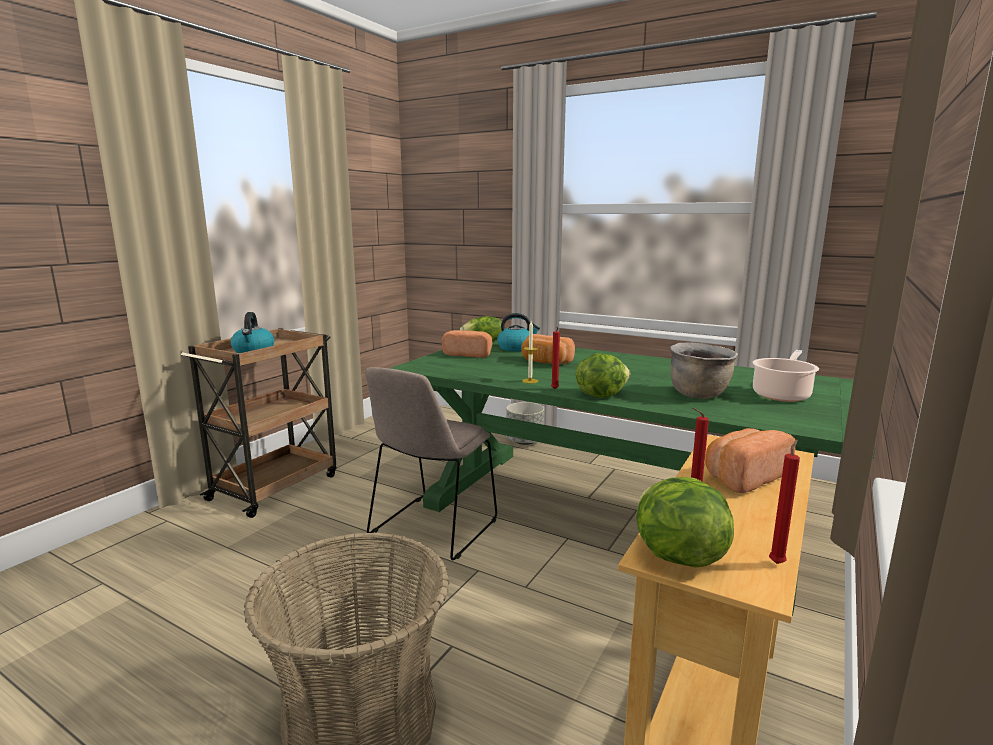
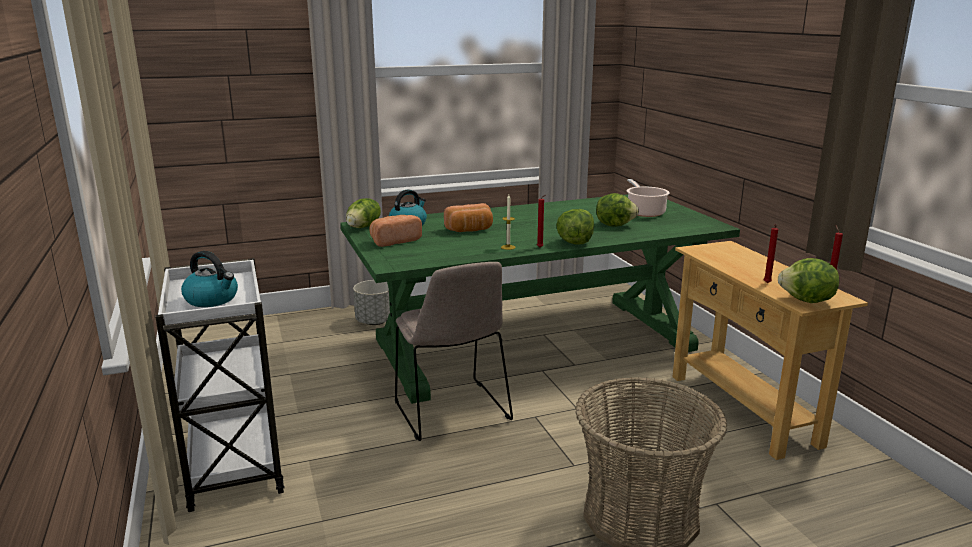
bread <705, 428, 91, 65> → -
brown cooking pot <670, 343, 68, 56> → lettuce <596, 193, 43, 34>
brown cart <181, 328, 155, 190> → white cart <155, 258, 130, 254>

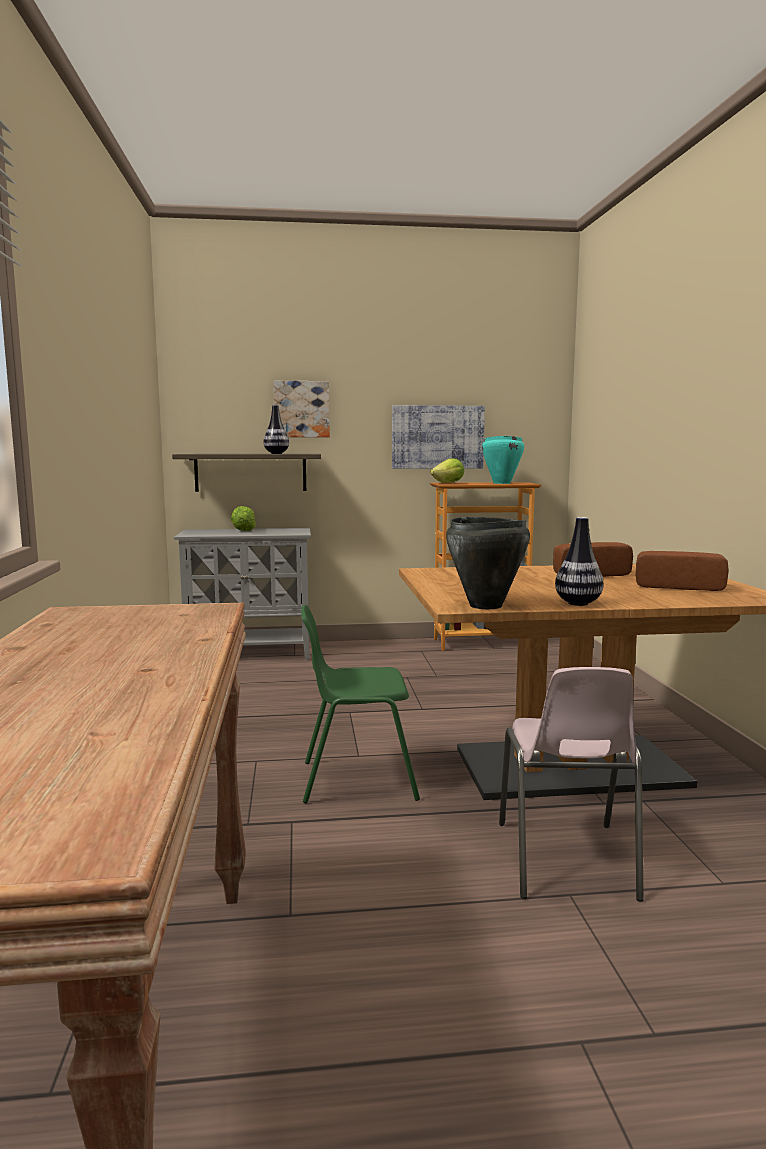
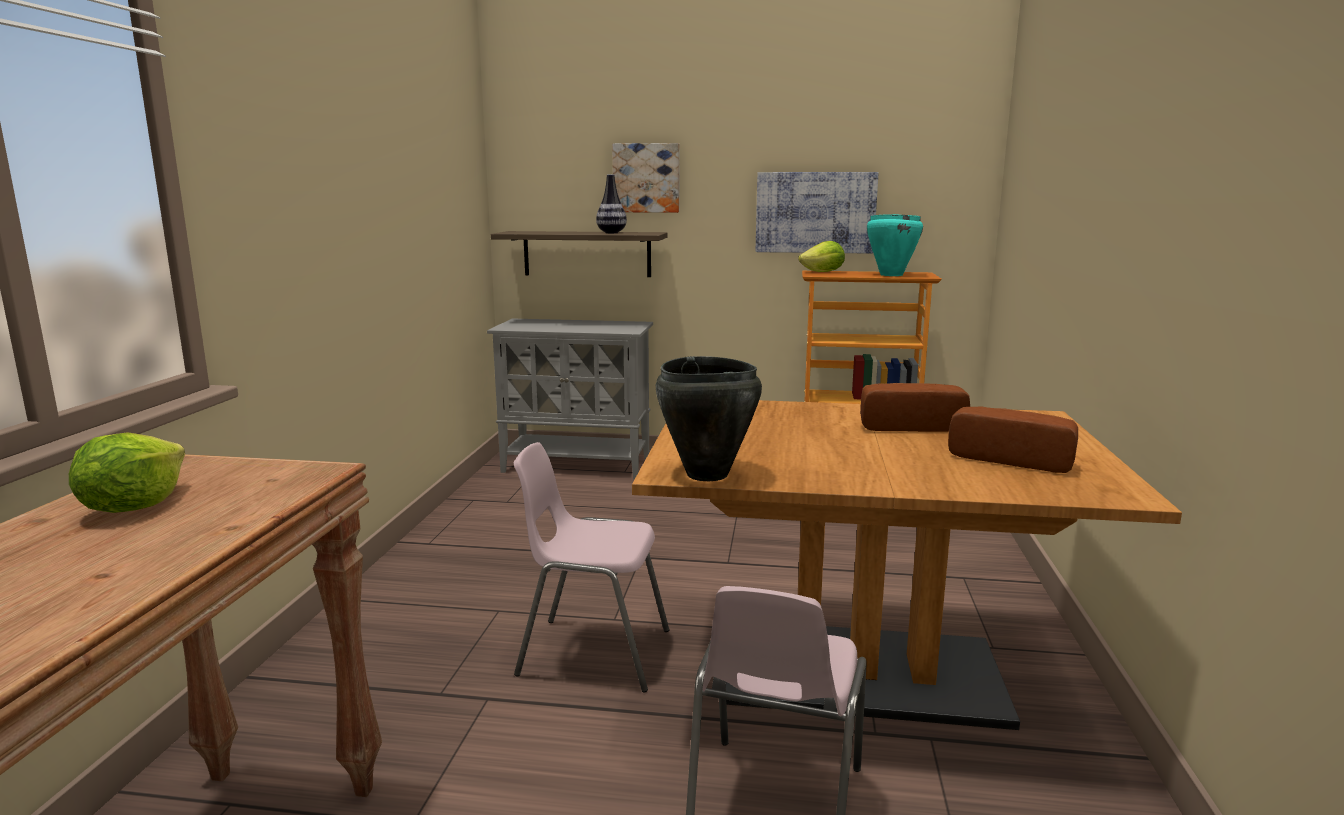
vase <555, 517, 48, 89> → -
lettuce <231, 506, 25, 25> → lettuce <69, 432, 116, 81>, move
green chair <301, 605, 119, 198> → pink chair <514, 442, 155, 251>

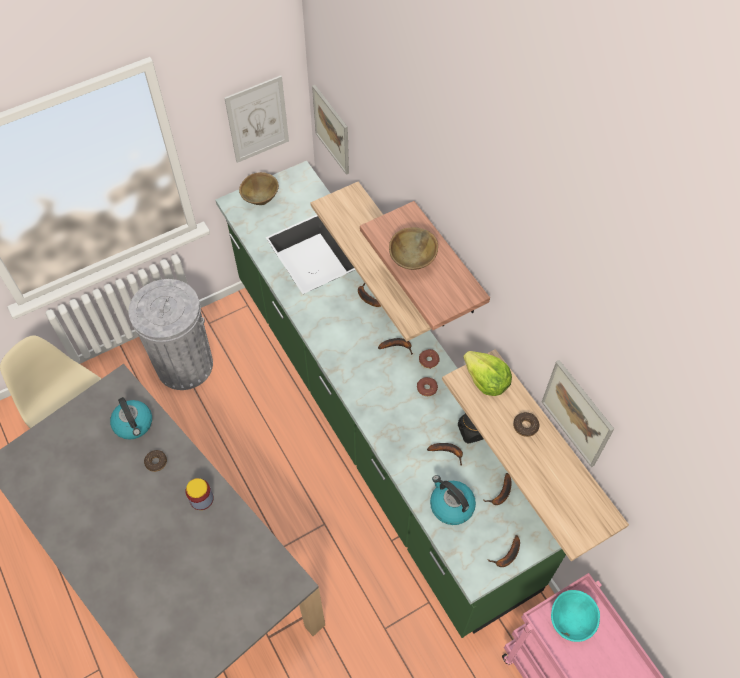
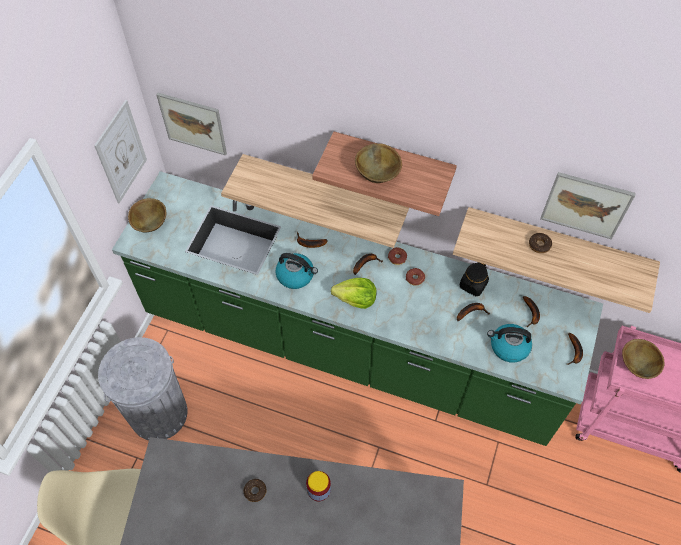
kettle <110, 397, 42, 43> → kettle <276, 253, 42, 36>, move
lettuce <463, 351, 49, 45> → lettuce <331, 278, 46, 31>, move
turquoise bowl <551, 590, 49, 52> → brown bowl <622, 339, 43, 40>

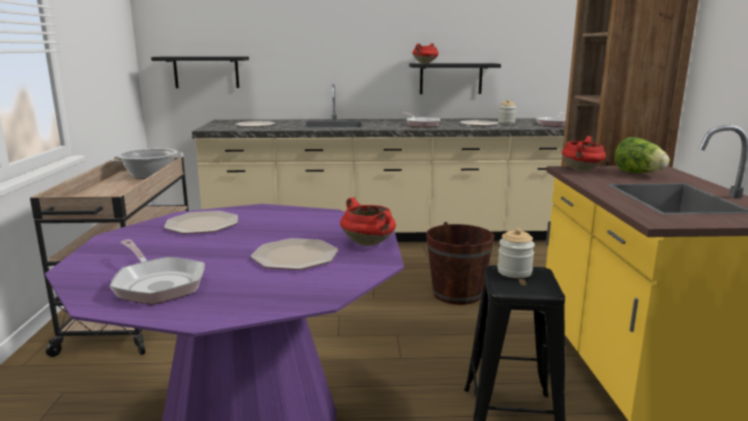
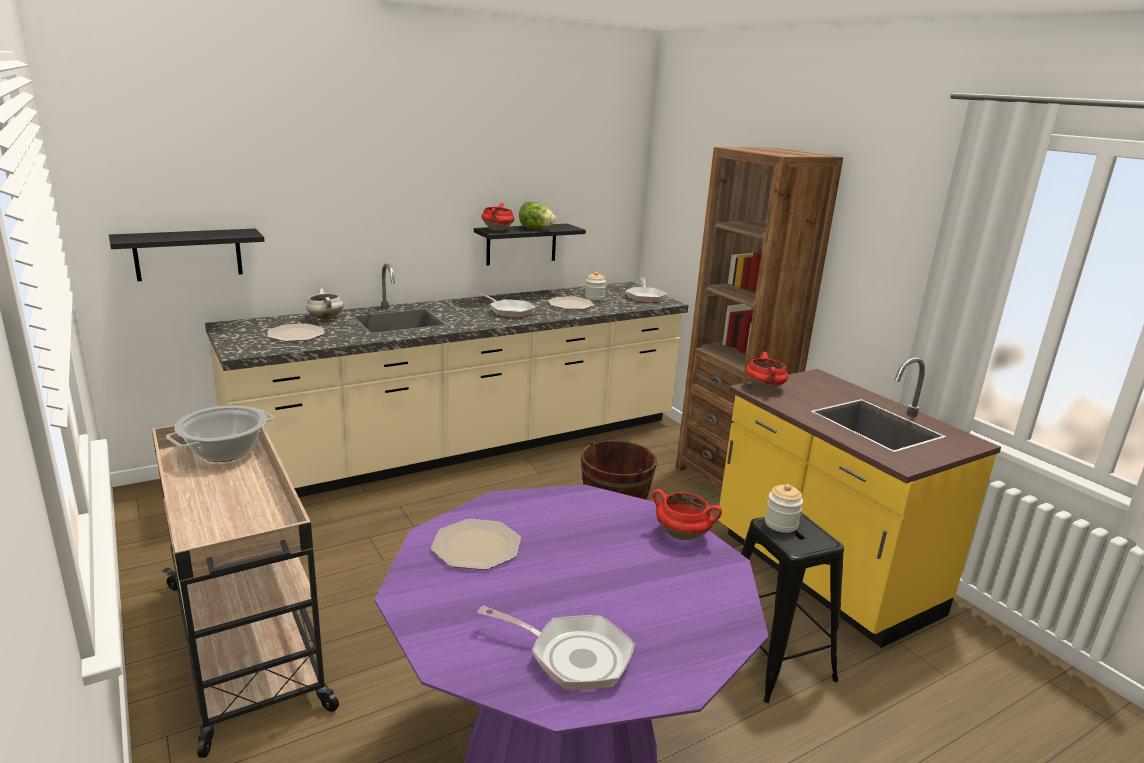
plate <251, 238, 87, 32> → -
- → white cooking pot <306, 288, 38, 32>
lettuce <615, 137, 54, 36> → lettuce <519, 201, 37, 28>, move

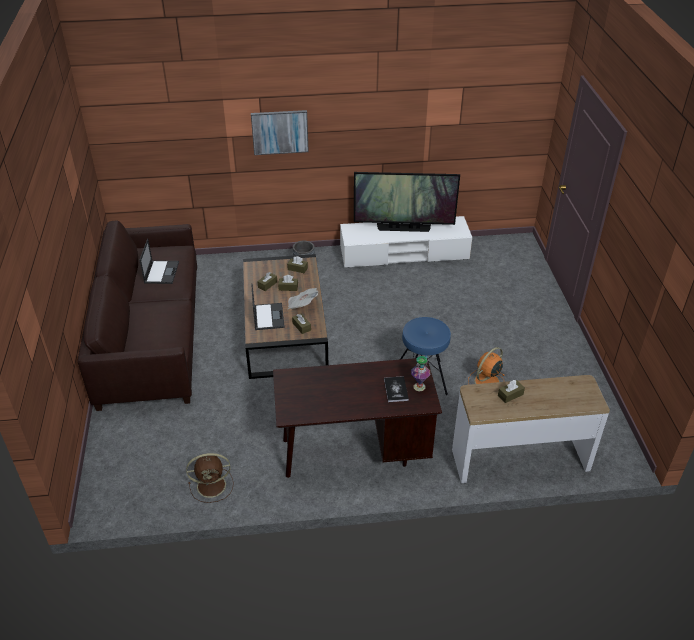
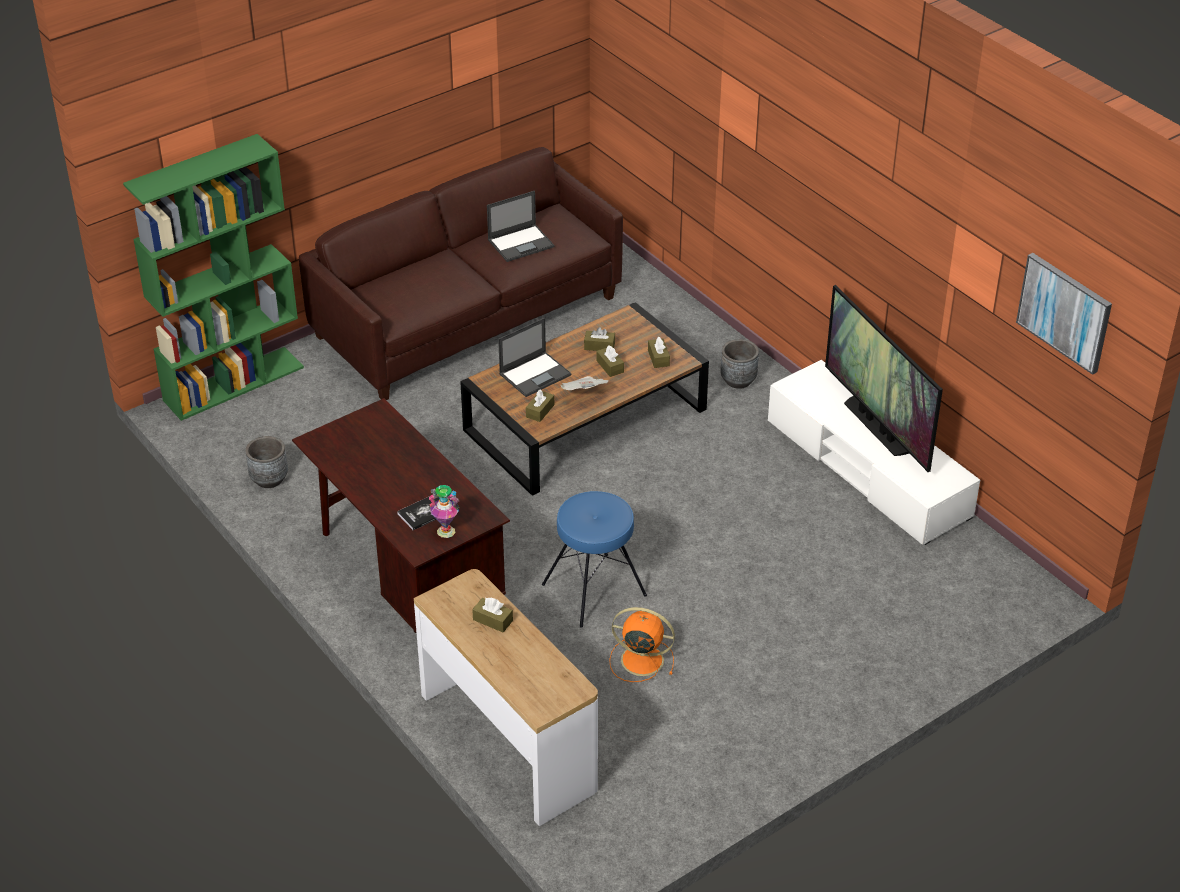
- → green bookcase <123, 134, 181, 287>
picture <251, 110, 58, 45> → picture <1016, 253, 96, 122>, move
brown fan <186, 453, 48, 50> → grey planter <245, 436, 43, 52>

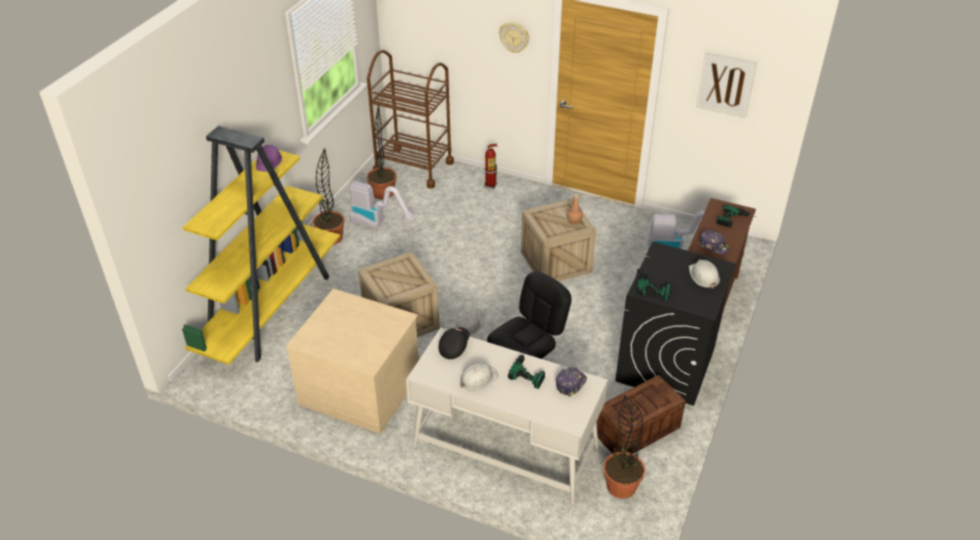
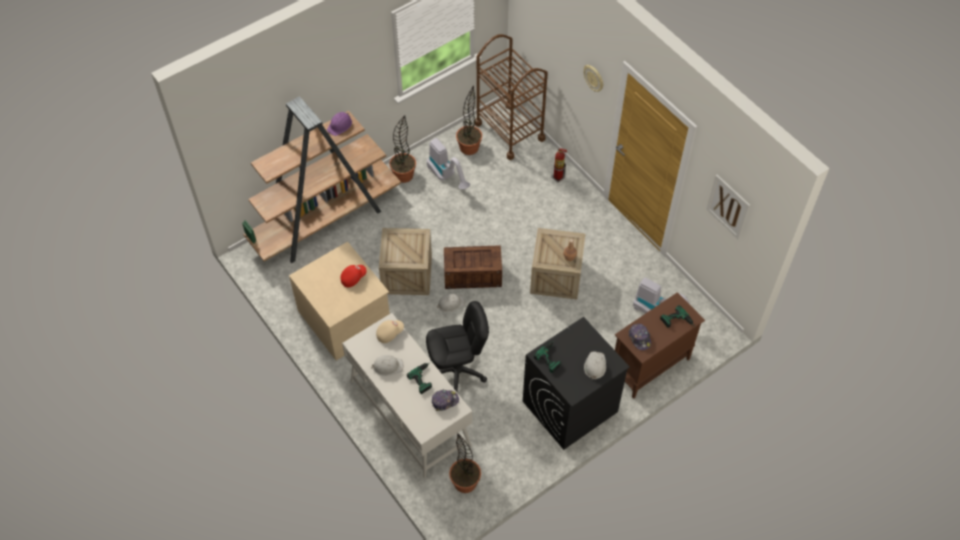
- → red cap <340, 265, 27, 22>
crate <596, 375, 90, 79> → crate <444, 245, 58, 44>, move
yellow bookcase <182, 126, 158, 239> → brown bookcase <242, 96, 159, 167>
black cap <439, 327, 31, 32> → beige cap <376, 320, 28, 23>

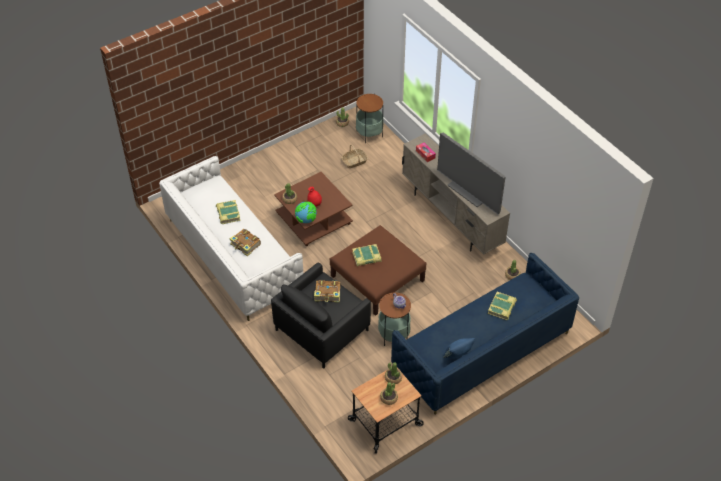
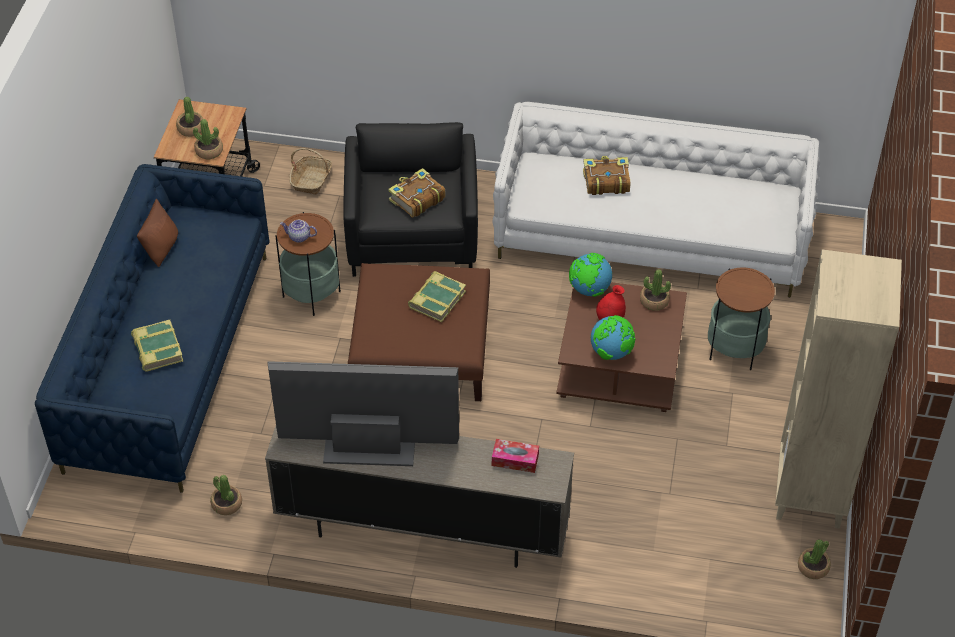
book <216, 200, 25, 24> → -
- → globe <591, 315, 44, 45>
- → beige bookcase <775, 249, 127, 280>
basket <341, 145, 27, 23> → basket <289, 148, 43, 47>, move
side table <356, 94, 28, 49> → side table <708, 268, 67, 102>, move
blue pillow <443, 338, 32, 21> → brown pillow <137, 199, 41, 68>

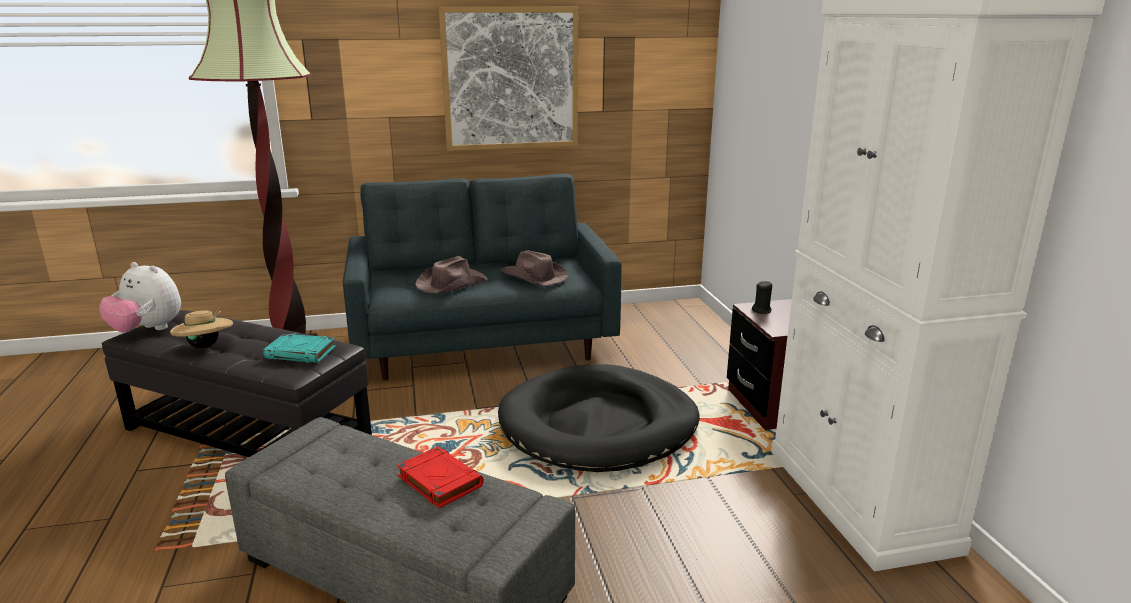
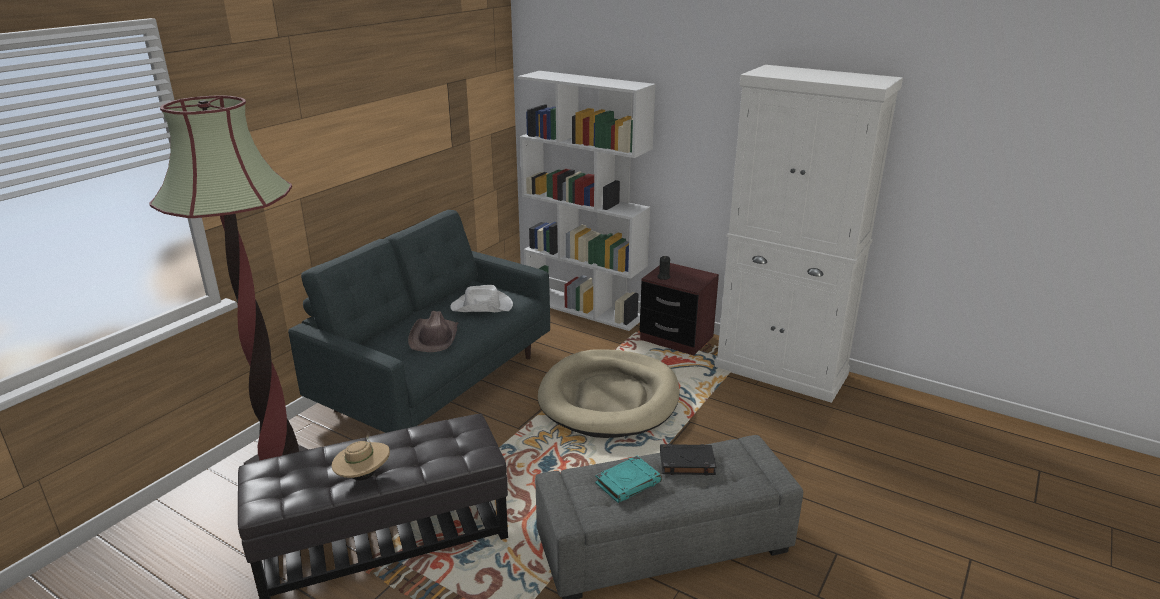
plush toy <99, 262, 82, 70> → -
picture <439, 7, 139, 144> → -
- → white bookcase <518, 71, 138, 260>
turquoise book <263, 334, 73, 29> → turquoise book <595, 456, 67, 47>, move
red book <397, 446, 87, 62> → black book <660, 444, 56, 31>
black dog bed <498, 364, 202, 108> → beige dog bed <538, 349, 141, 89>
brown hat <500, 251, 68, 35> → white hat <450, 285, 63, 27>

